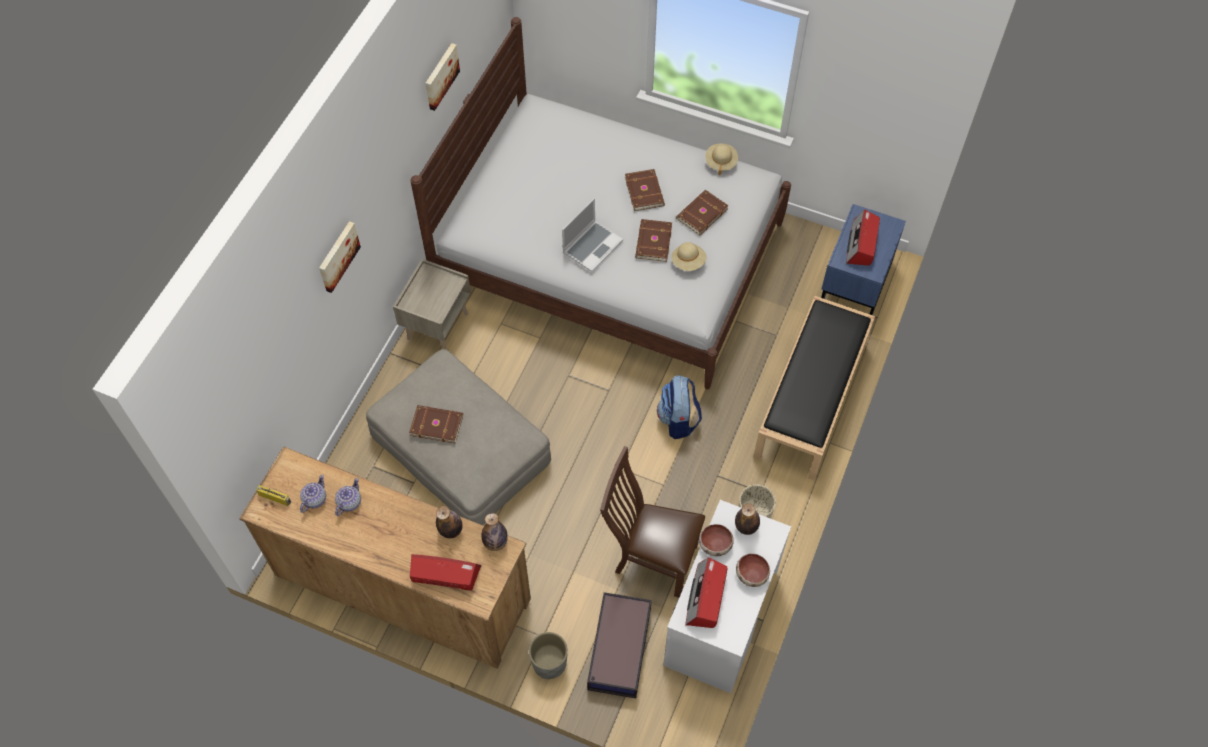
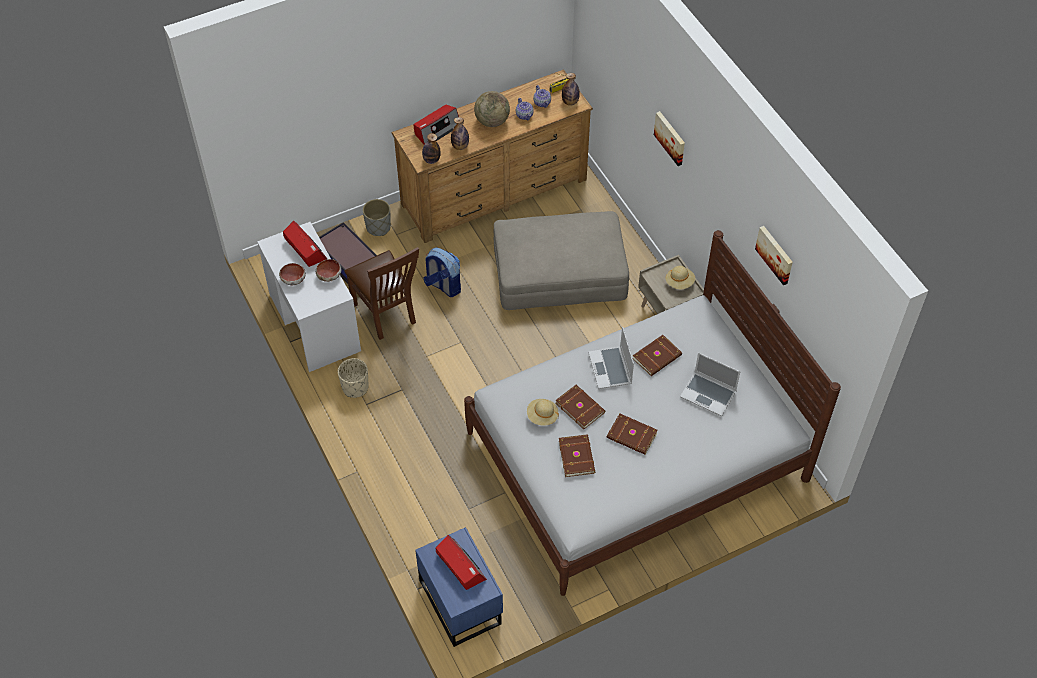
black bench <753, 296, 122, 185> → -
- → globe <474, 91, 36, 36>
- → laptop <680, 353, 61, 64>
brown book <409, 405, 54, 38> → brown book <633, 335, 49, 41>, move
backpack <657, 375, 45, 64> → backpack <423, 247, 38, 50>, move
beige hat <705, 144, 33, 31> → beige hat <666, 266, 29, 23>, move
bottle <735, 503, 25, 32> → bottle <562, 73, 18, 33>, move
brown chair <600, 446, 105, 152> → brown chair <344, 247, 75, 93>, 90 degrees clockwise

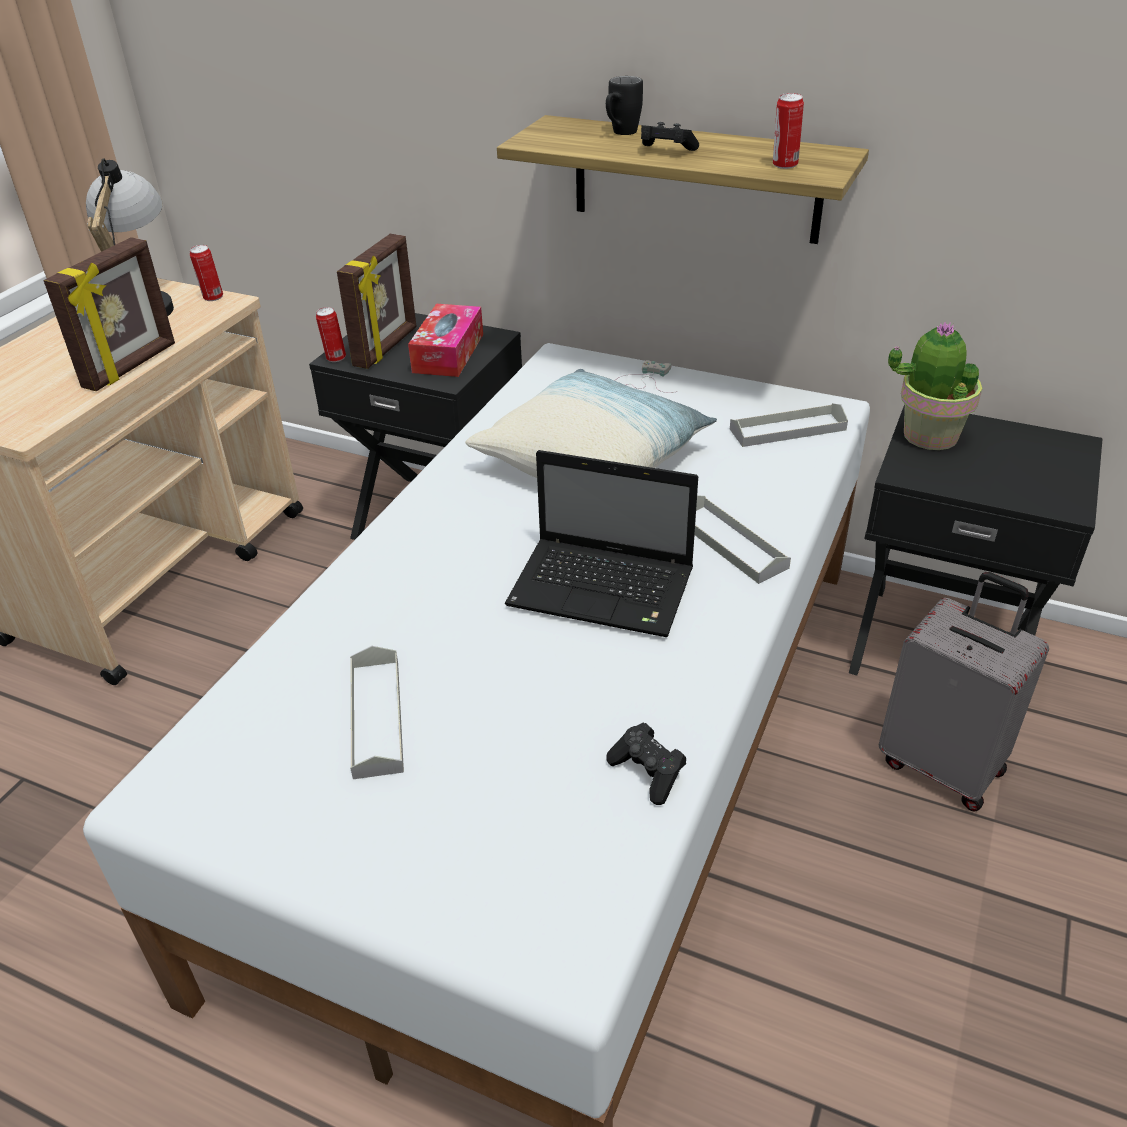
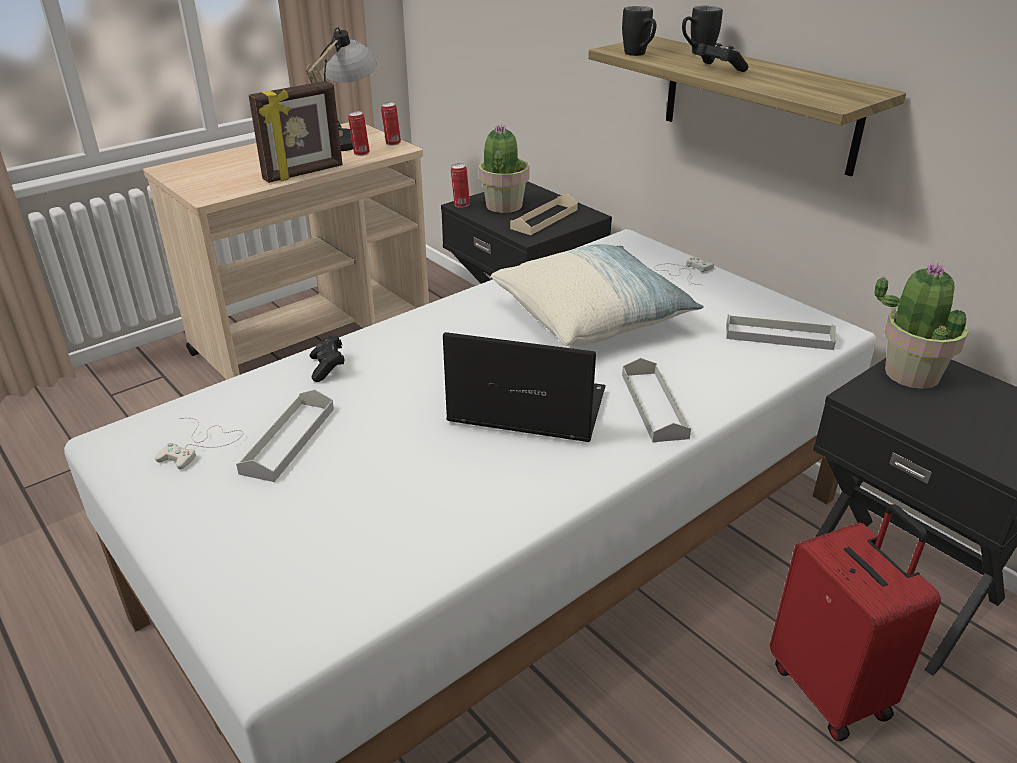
- → white game controller <155, 418, 88, 51>
- → black mug <622, 6, 34, 50>
black game controller <606, 722, 80, 83> → black game controller <310, 336, 35, 46>, move
can <773, 93, 31, 76> → can <348, 111, 22, 45>, move
picture frame <337, 234, 80, 135> → potted plant <478, 124, 52, 89>
tissue box <408, 304, 75, 73> → beige tray <510, 194, 68, 41>
grey suitcase <879, 572, 170, 239> → red suitcase <770, 504, 171, 237>
laptop <505, 450, 193, 187> → laptop <443, 332, 163, 110>, 150 degrees clockwise

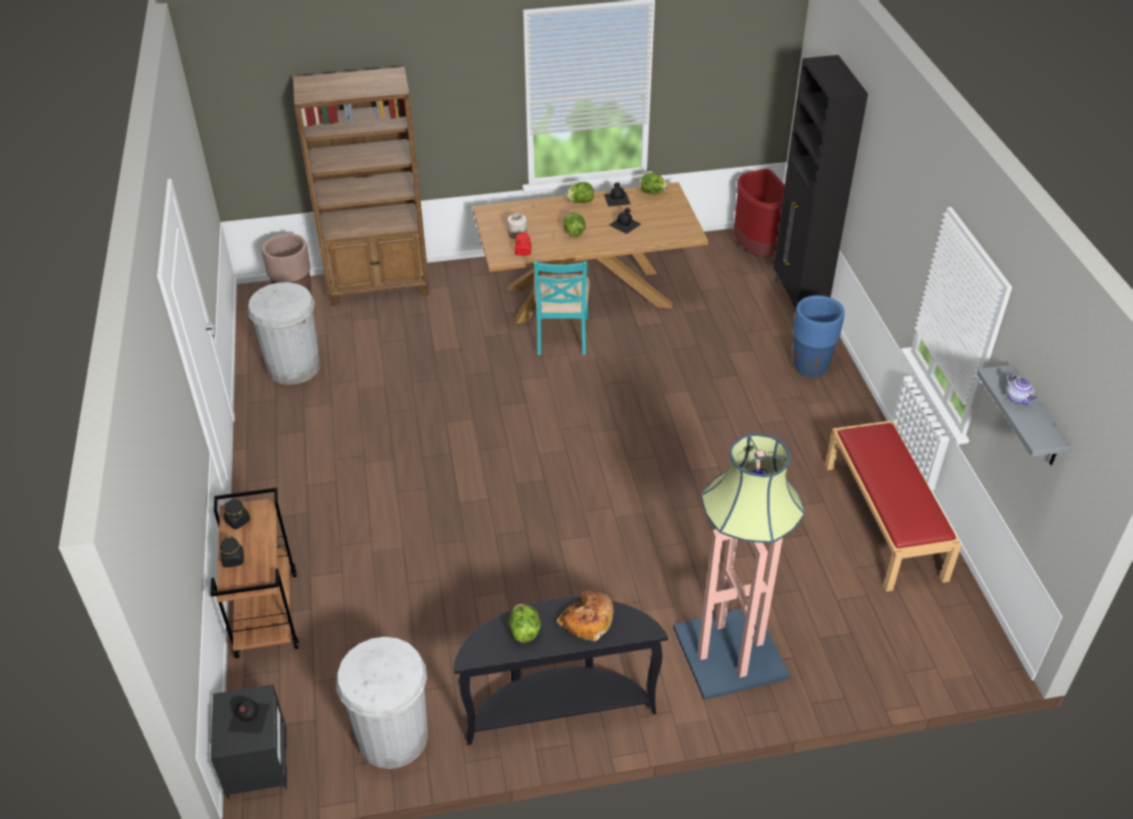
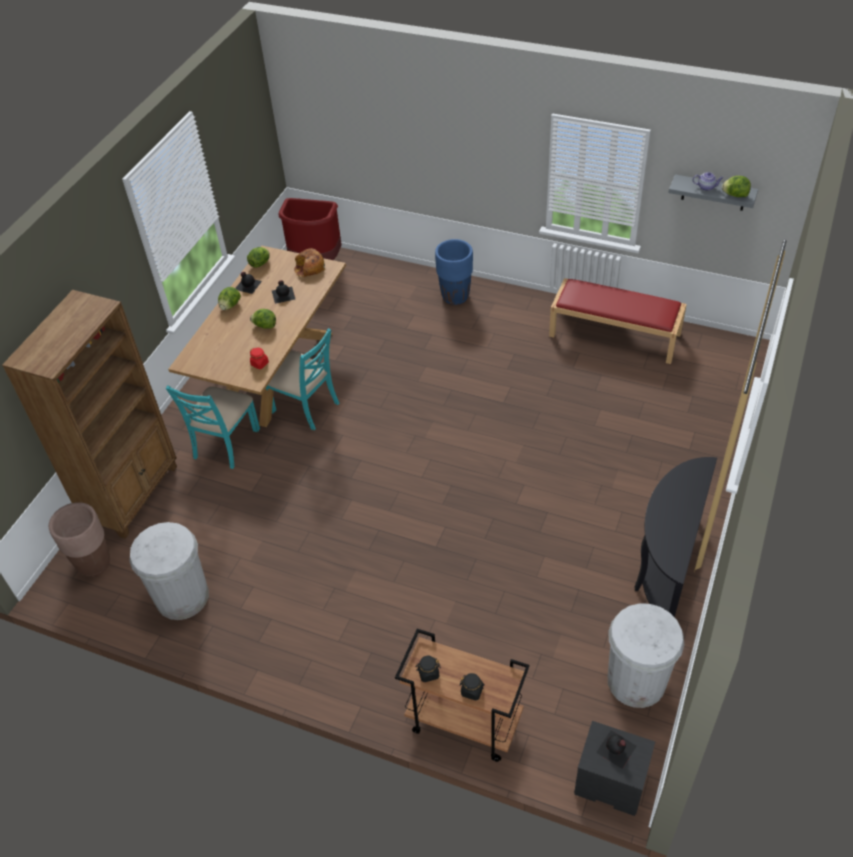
jar <508, 213, 19, 26> → -
floor lamp <673, 433, 132, 267> → -
black cabinet <773, 55, 95, 254> → -
- → turquoise chair <166, 385, 94, 84>
lettuce <509, 604, 32, 39> → lettuce <722, 176, 29, 21>, move
bread <557, 591, 57, 50> → bread <294, 248, 31, 29>, move

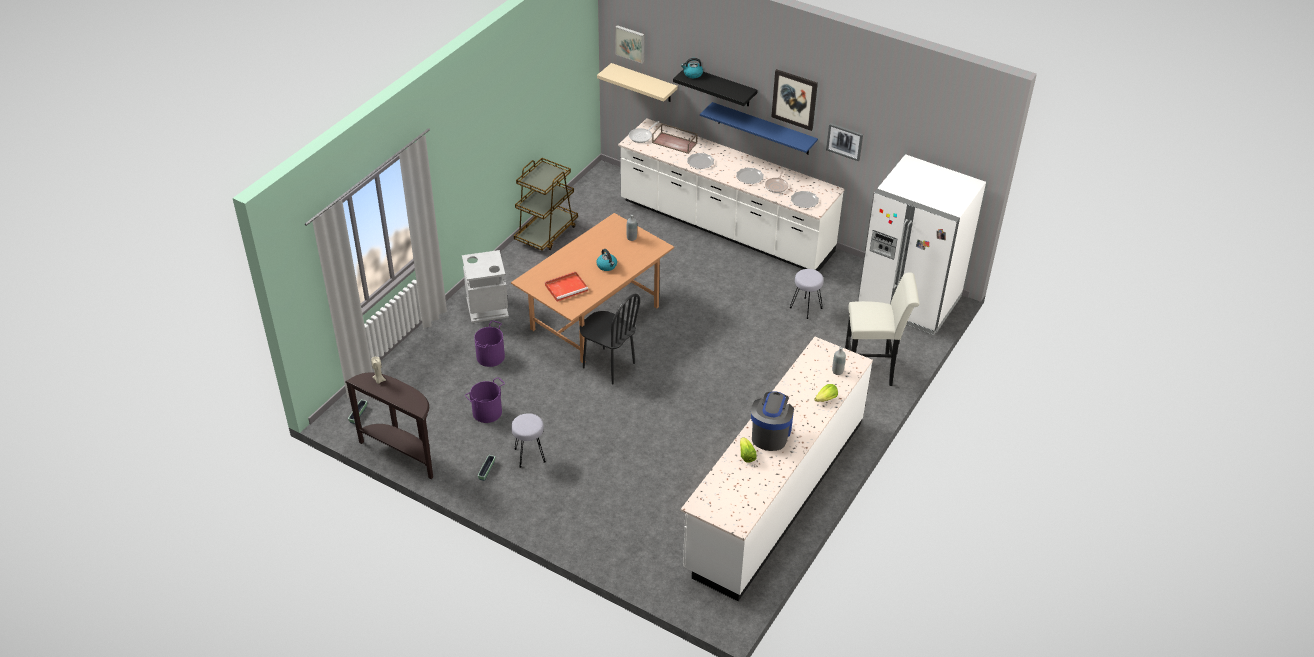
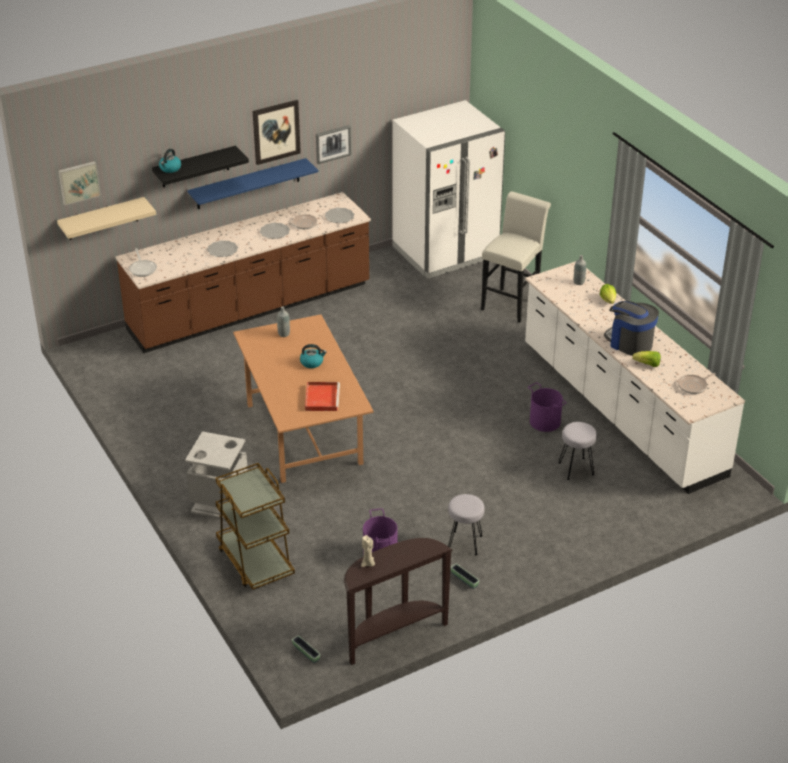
black chair <579, 294, 61, 90> → -
brown tray <652, 123, 46, 31> → -
- → frying pan <678, 373, 38, 21>
purple bucket <474, 320, 31, 47> → purple bucket <528, 382, 39, 50>, move
brown cart <514, 158, 64, 92> → brown cart <216, 463, 79, 127>, move
grey stool <790, 269, 34, 50> → grey stool <558, 422, 39, 58>, move
white counter <618, 118, 227, 154> → brown counter <115, 192, 256, 161>

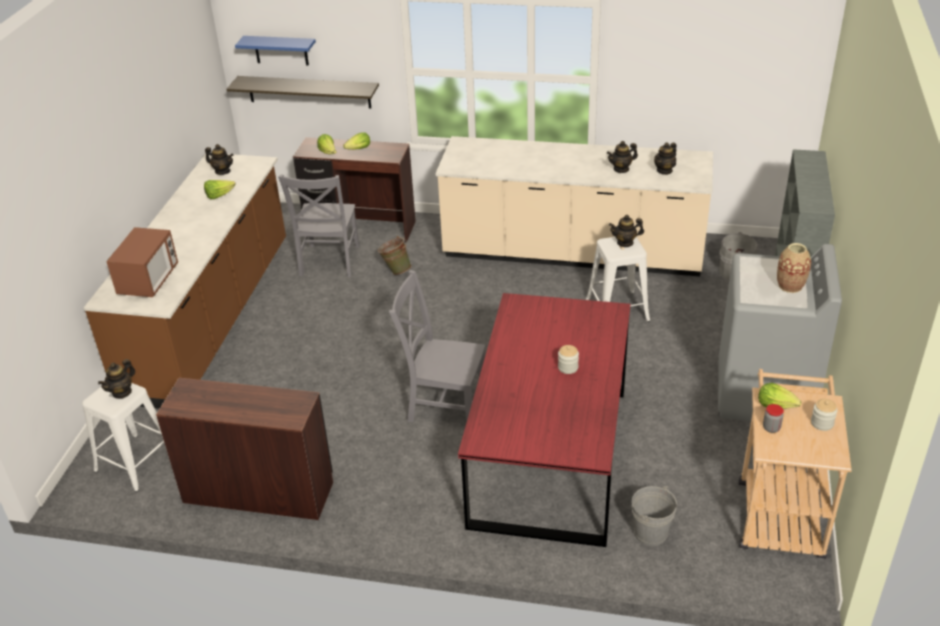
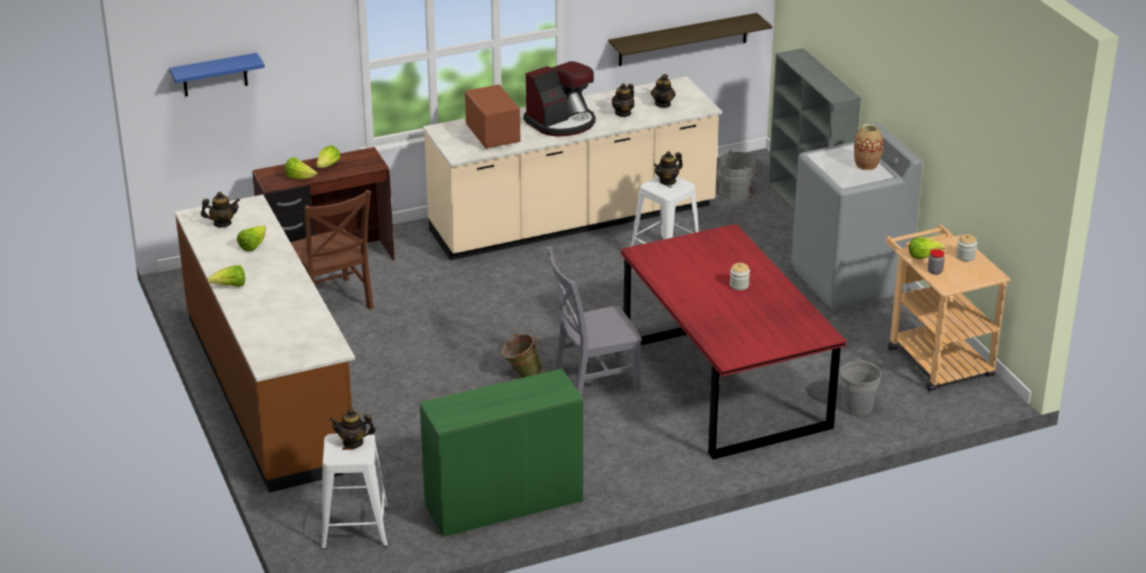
- → lettuce <207, 265, 38, 22>
- → coffee machine <524, 61, 72, 76>
microwave <106, 227, 72, 70> → microwave <465, 84, 55, 64>, move
shelf <226, 76, 153, 33> → shelf <609, 13, 163, 53>, move
green bucket <377, 236, 34, 39> → green bucket <501, 333, 42, 45>, move
brown desk <156, 378, 177, 142> → green desk <420, 369, 163, 168>
grey chair <278, 174, 82, 103> → brown chair <290, 190, 84, 120>
teapot <98, 359, 37, 40> → teapot <329, 409, 47, 40>, 90 degrees clockwise

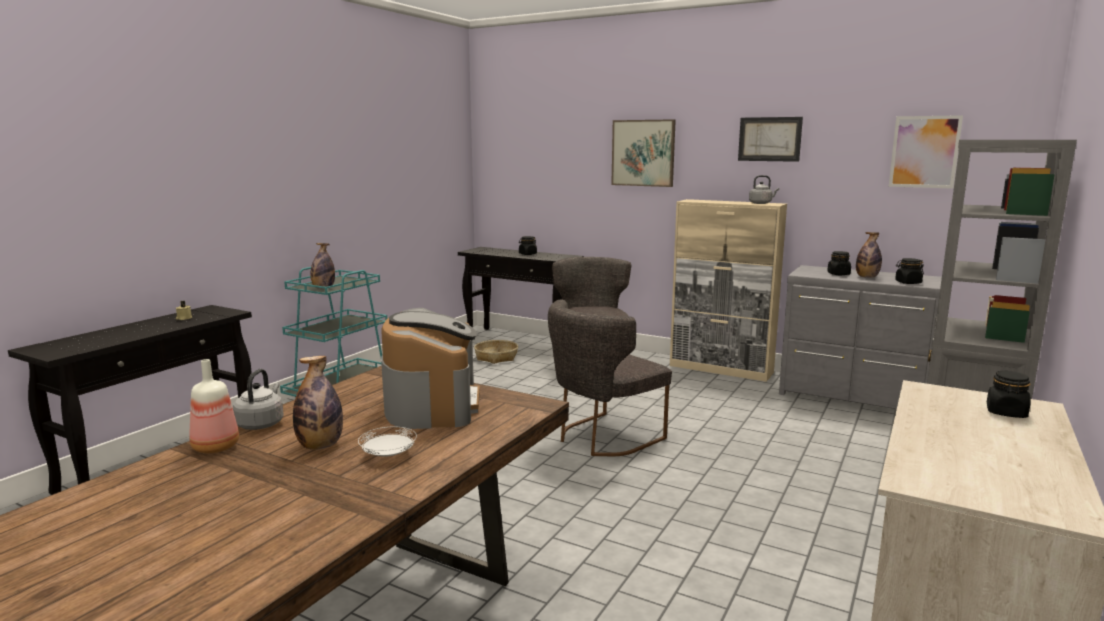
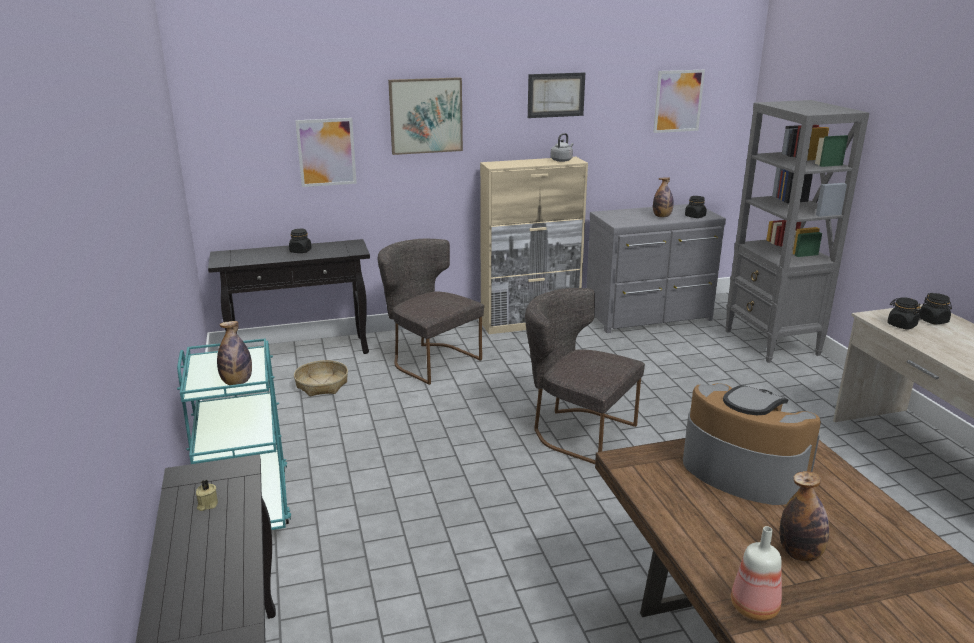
grey kettle <233, 369, 51, 61> → -
white plate <358, 427, 59, 30> → -
- → picture <295, 118, 62, 69>
black jar <827, 251, 24, 24> → black jar <887, 297, 35, 33>, move
grey chair <548, 299, 124, 157> → grey chair <525, 288, 120, 176>, 120 degrees clockwise

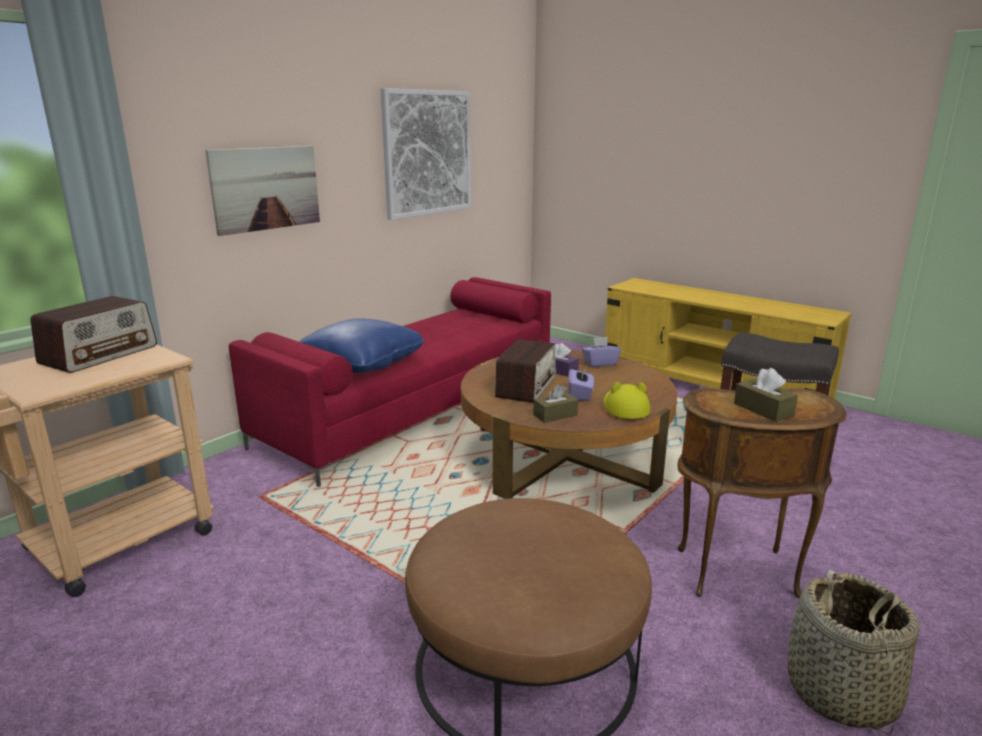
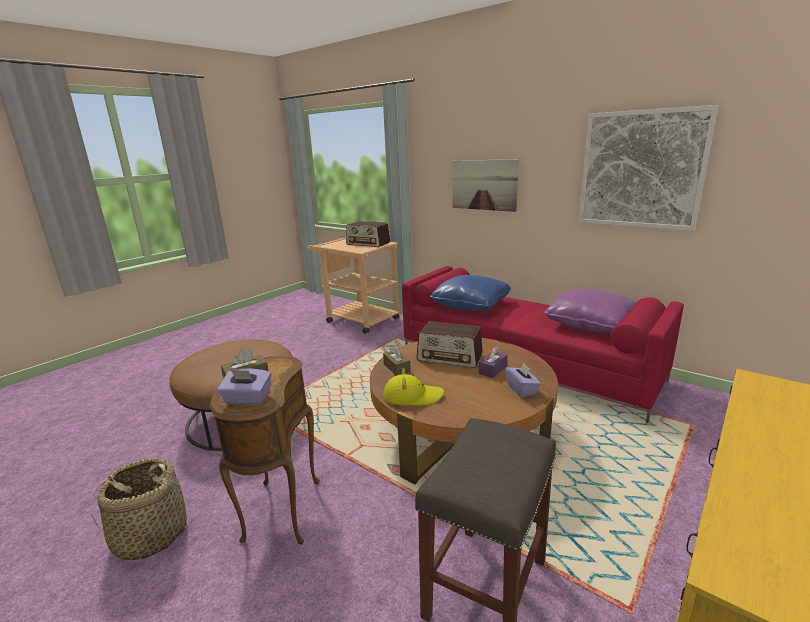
- → purple pillow <544, 289, 93, 43>
purple tissue box <568, 367, 26, 34> → purple tissue box <217, 368, 54, 37>, move

